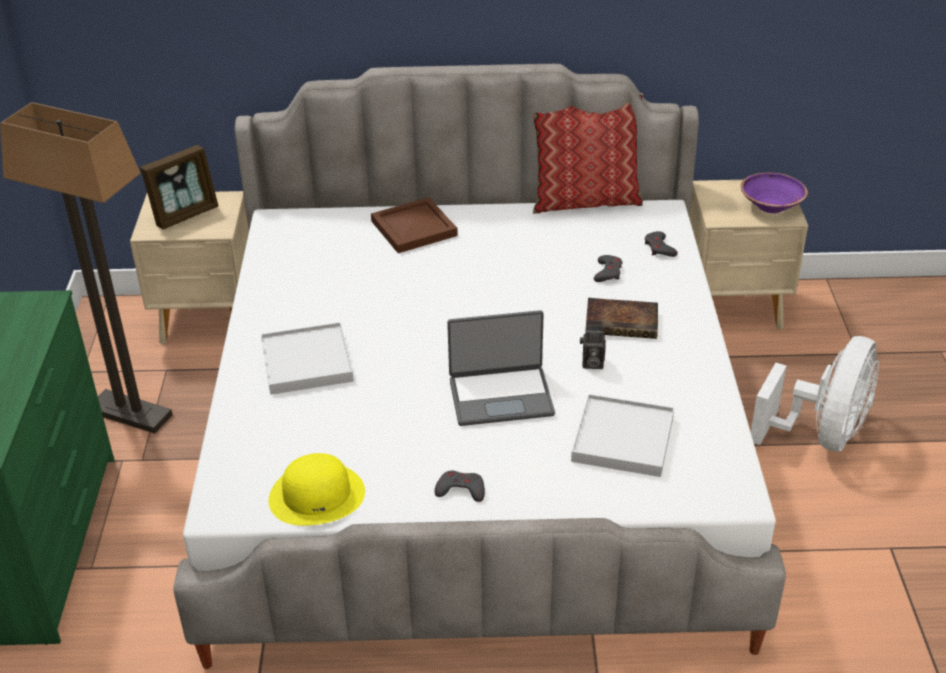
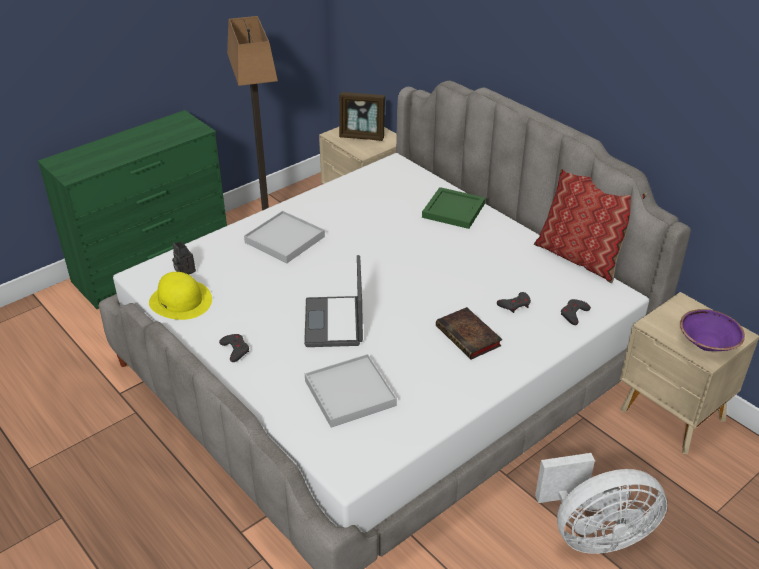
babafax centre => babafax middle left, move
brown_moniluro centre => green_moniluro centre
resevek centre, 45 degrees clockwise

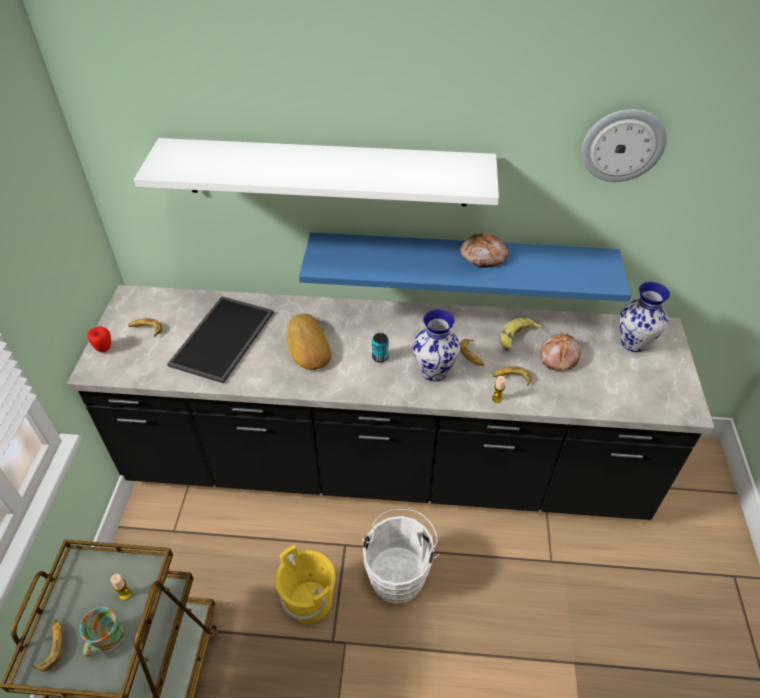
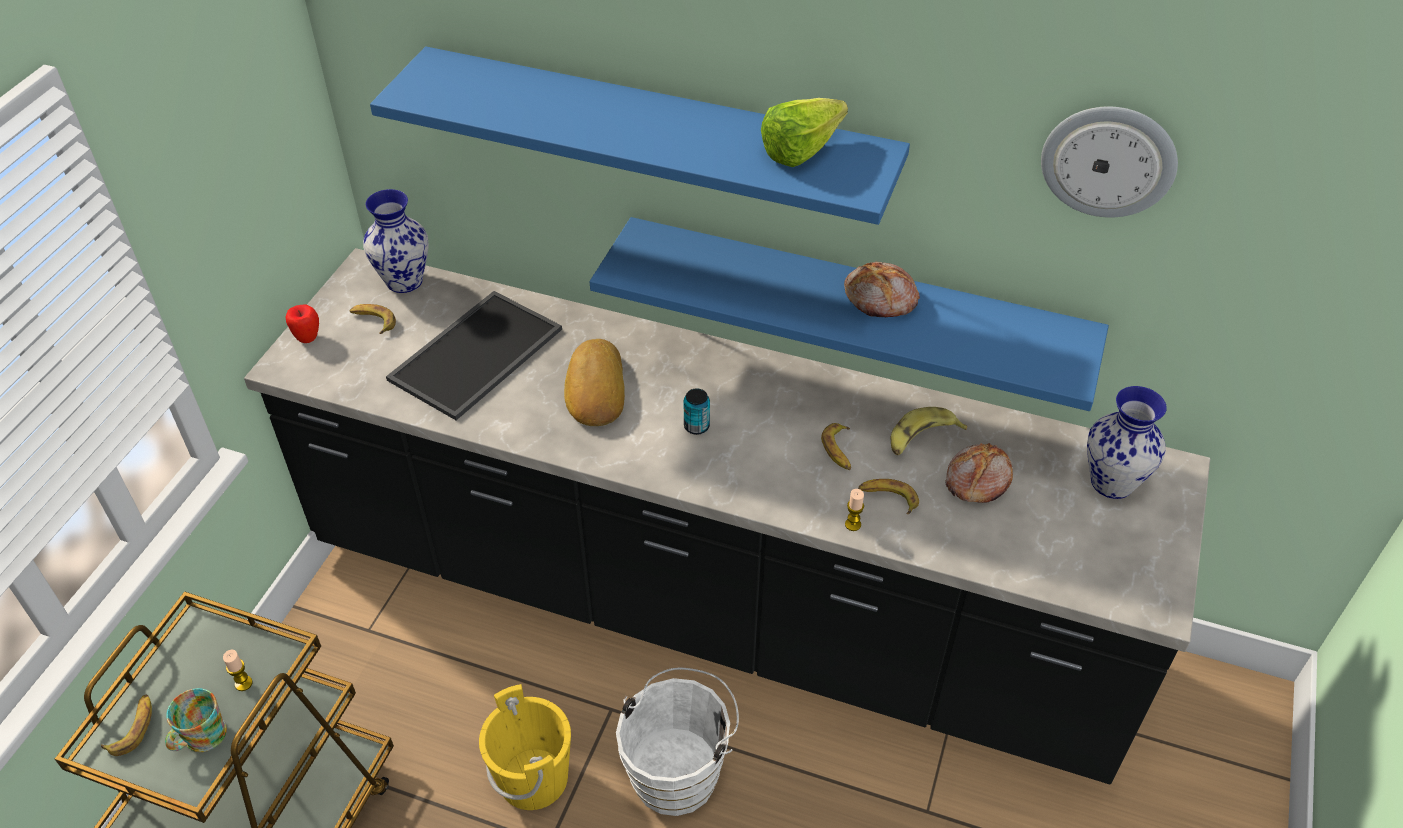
nothing => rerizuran top centre
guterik (1st from left) centre => guterik (1st from left) top left, move
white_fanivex top centre => blue_fanivex (1st from left) top centre

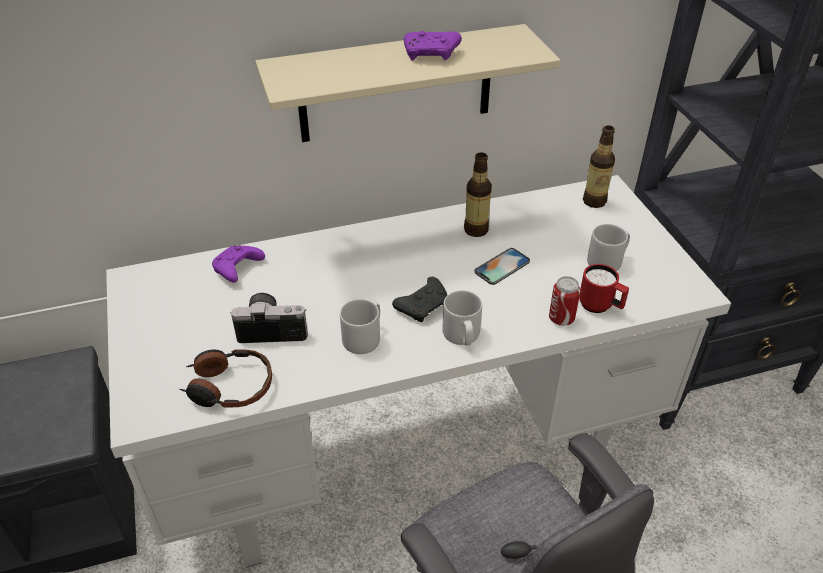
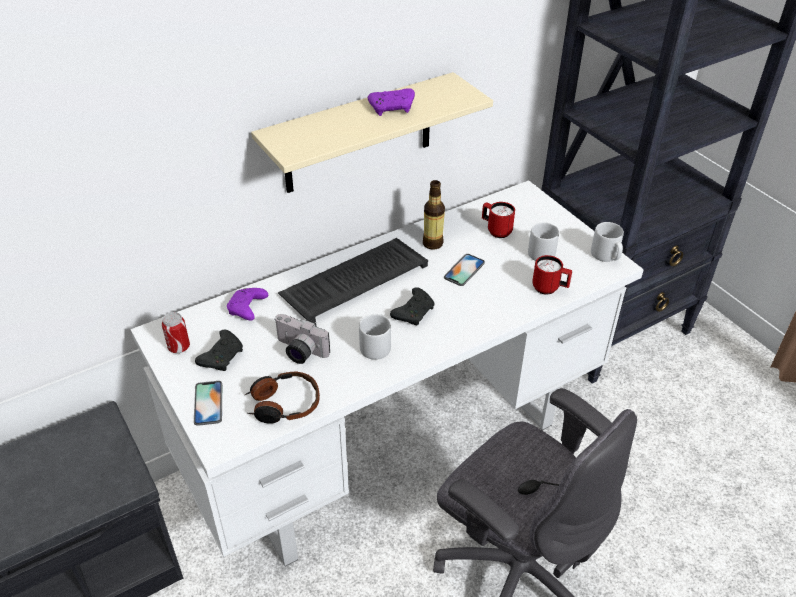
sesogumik (2nd from left) top right => nothing
nothing => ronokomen (1st from left) bottom left
nothing => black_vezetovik (1st from left) middle left
nothing => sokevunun centre
nothing => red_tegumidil (1st from left) centre
grey_tegumidil (2nd from left in the first image) centre => grey_tegumidil (3rd from left) middle right, move
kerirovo middle right => kerirovo middle left, move
babafax middle left => babafax centre, 135 degrees counterclockwise

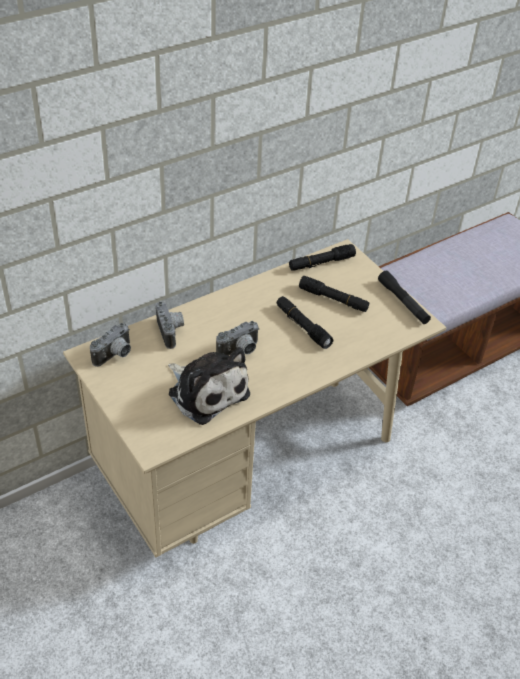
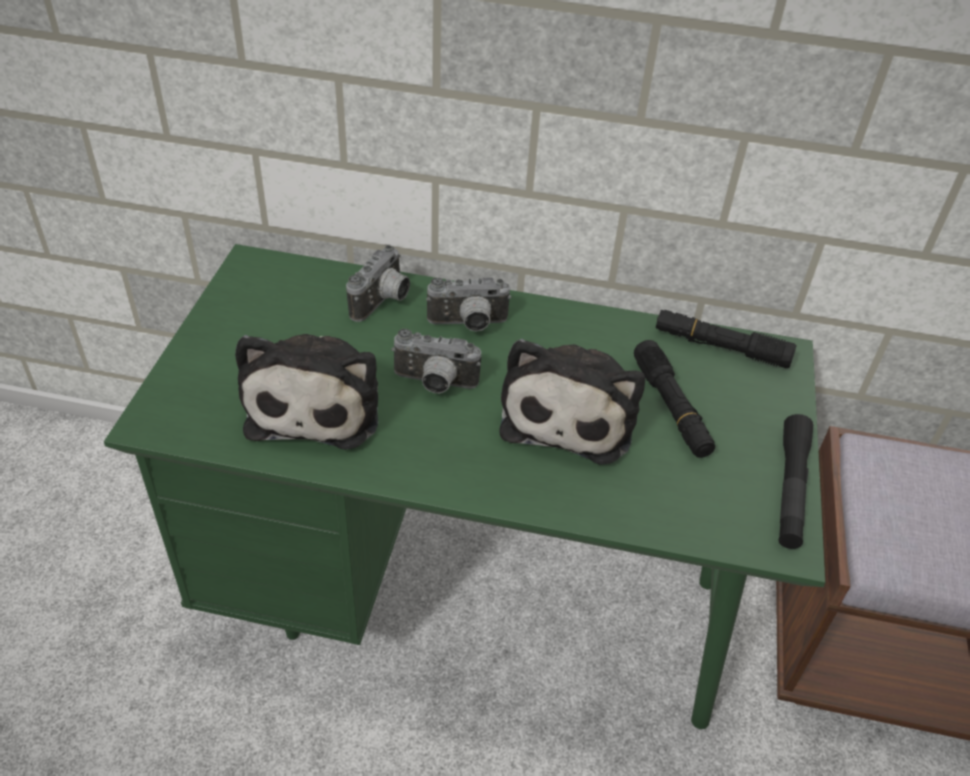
babafax (1st from left in the first image) middle left => babafax (3rd from left) centre, move
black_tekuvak (1st from left) centre => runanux (2nd from left) centre
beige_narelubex centre => green_narelubex centre

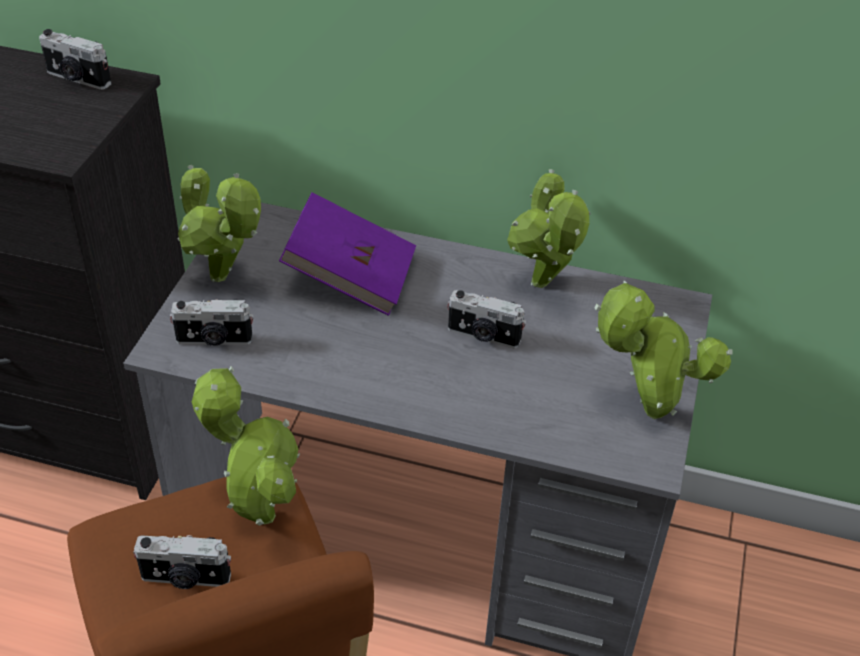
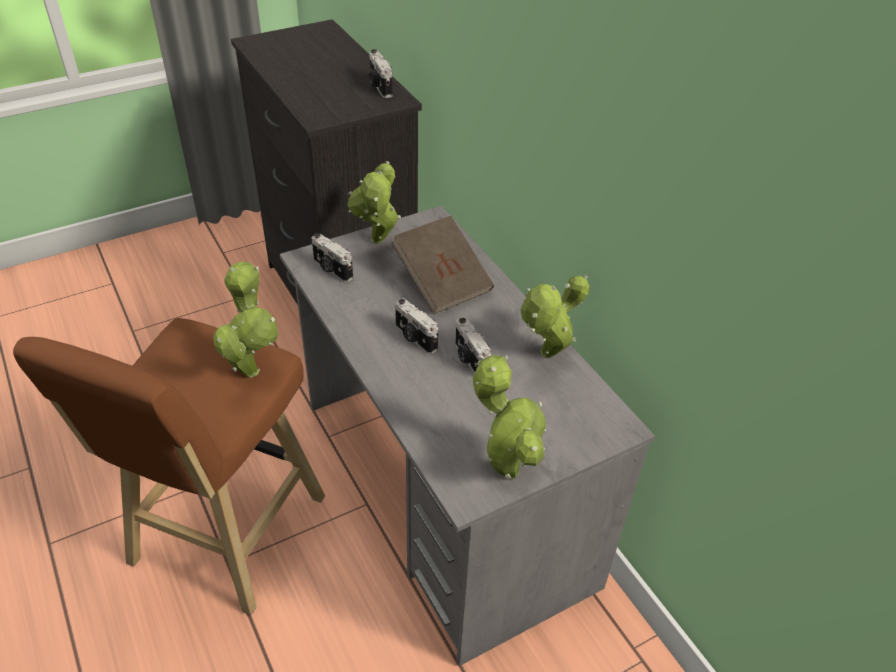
babafax (2nd from left in the first image) bottom left => babafax (3rd from left) centre, move
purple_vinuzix centre => brown_vinuzix centre

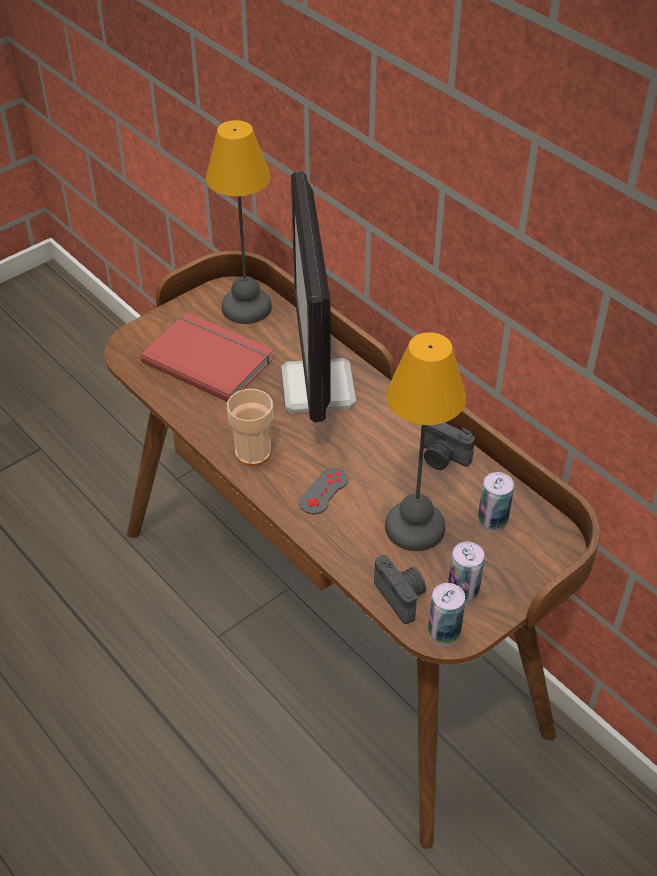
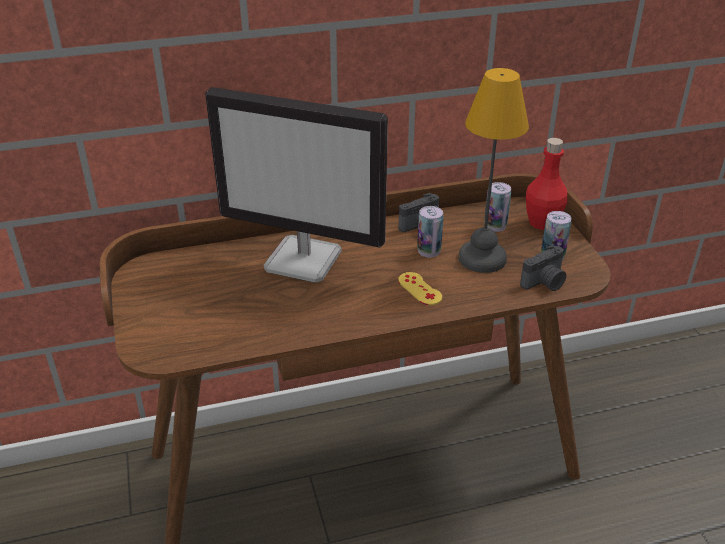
red_vinuzix middle left => nothing
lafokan (1st from left) top centre => nothing
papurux centre => nothing
nothing => red_sesogumik middle right
kerirovo (1st from left) bottom right => kerirovo (1st from left) centre, move
grey_vezetovik centre => yellow_vezetovik centre
babafax (1st from left in the first image) bottom centre => babafax (2nd from left) middle right, 150 degrees clockwise

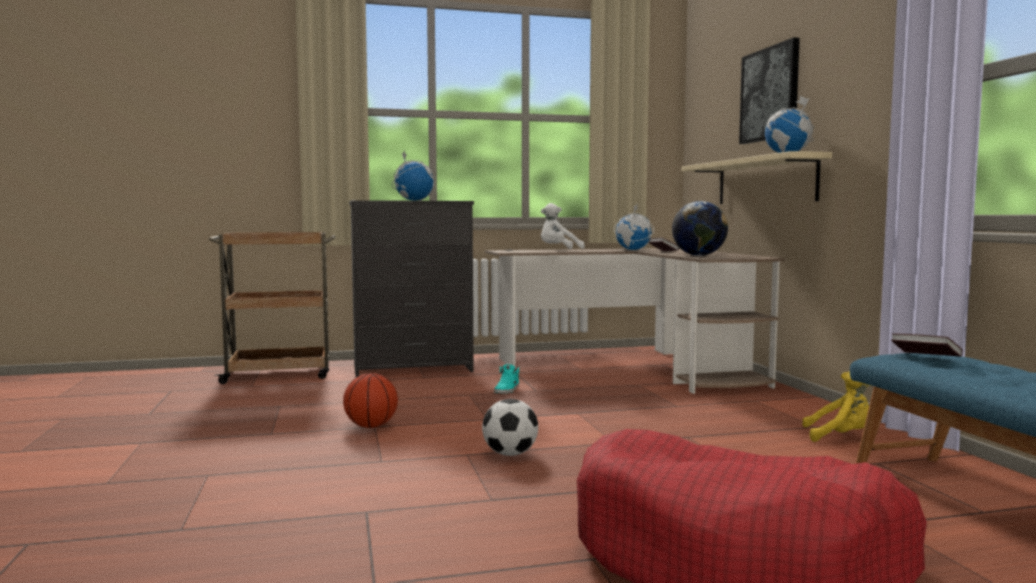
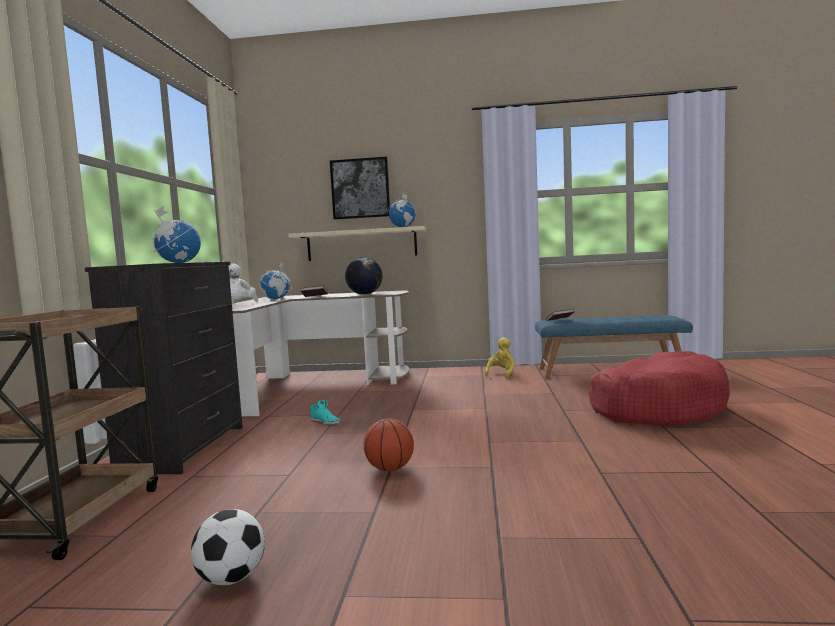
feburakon bottom centre => feburakon bottom left, move

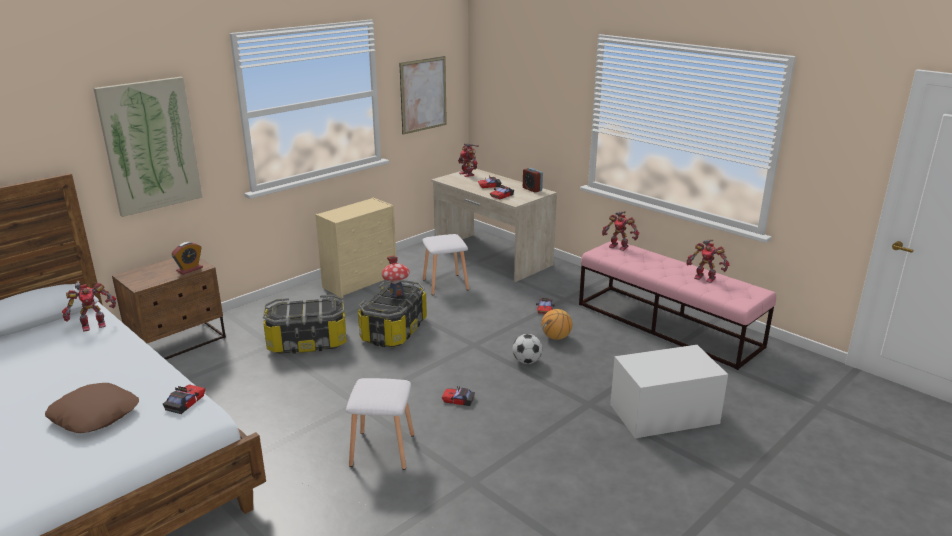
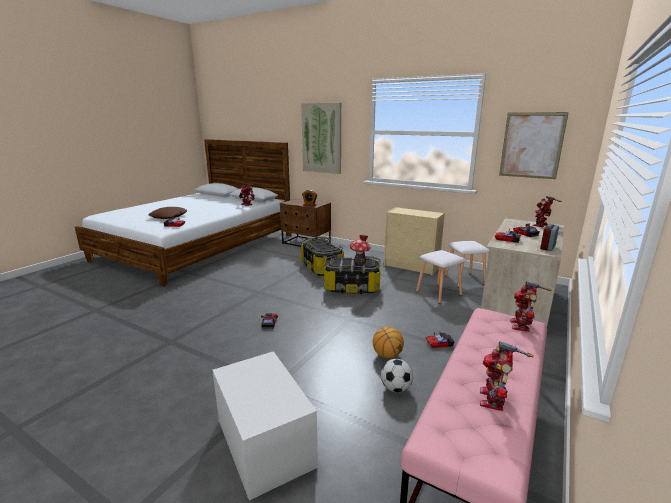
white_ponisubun (1st from left in the first image) bottom centre => white_ponisubun (2nd from left) middle right, move
feburakon centre => feburakon bottom centre, move

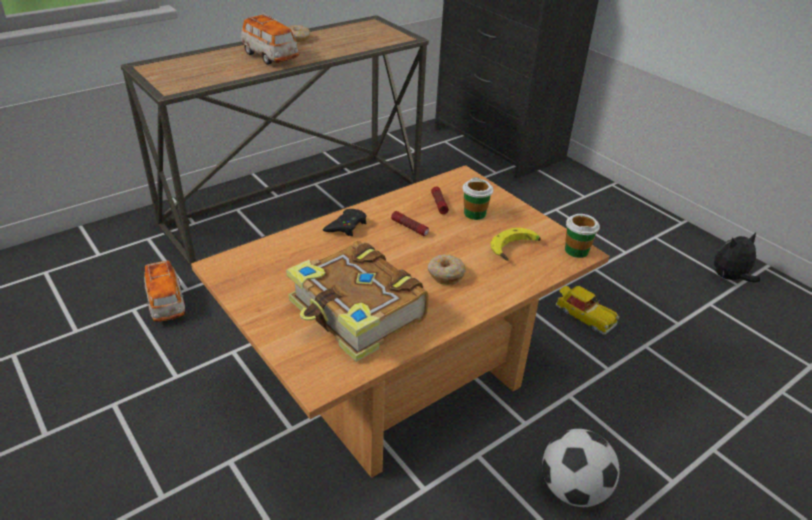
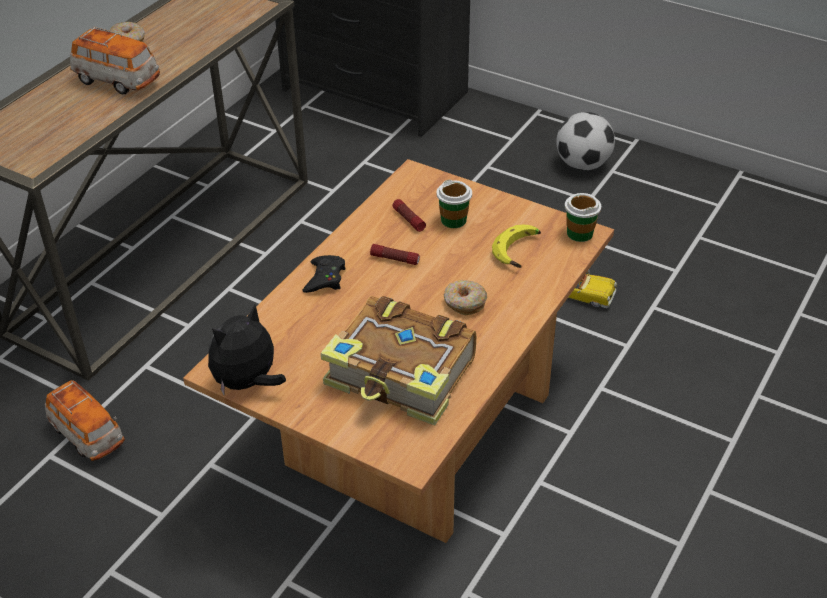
feburakon bottom right => feburakon top right, move
runanux middle right => runanux middle left, move

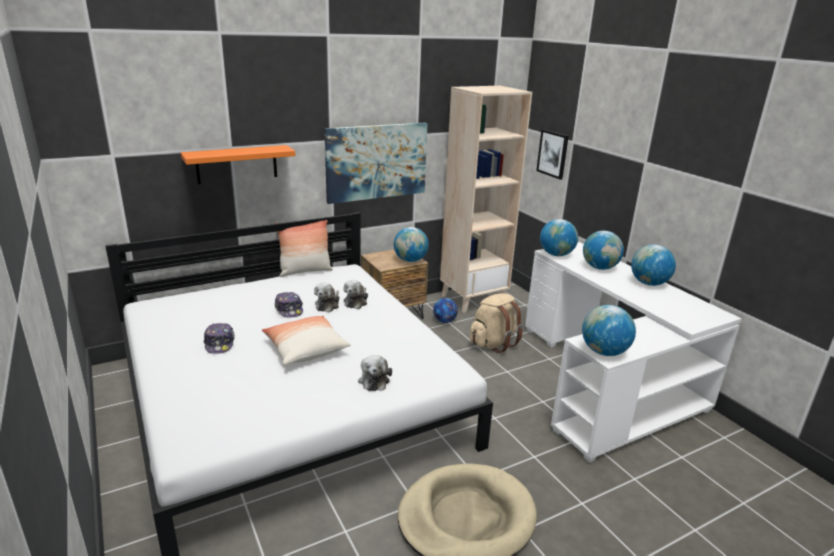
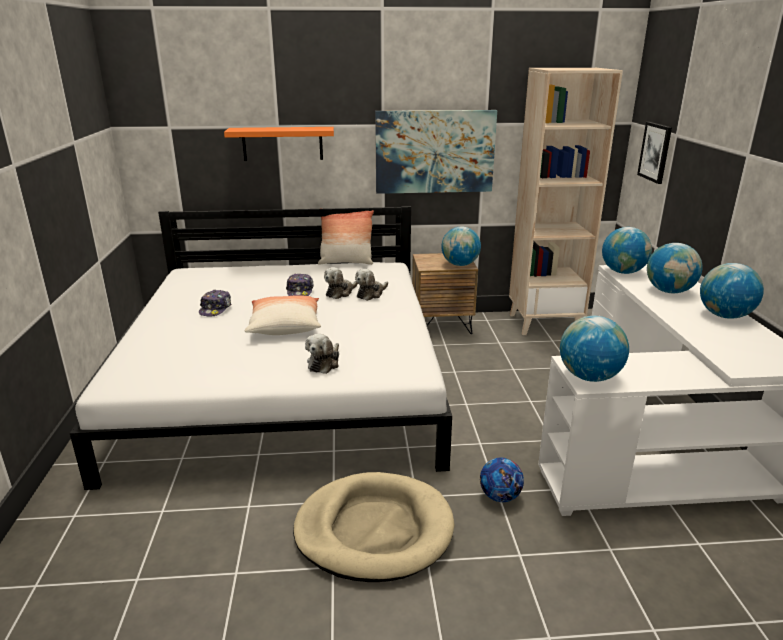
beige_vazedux centre => nothing
feburakon centre => feburakon bottom centre, move

